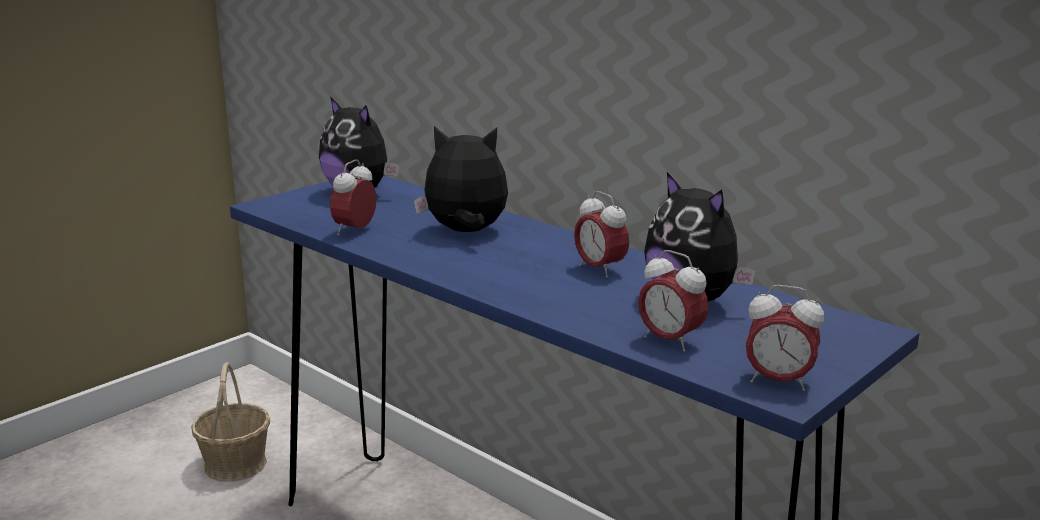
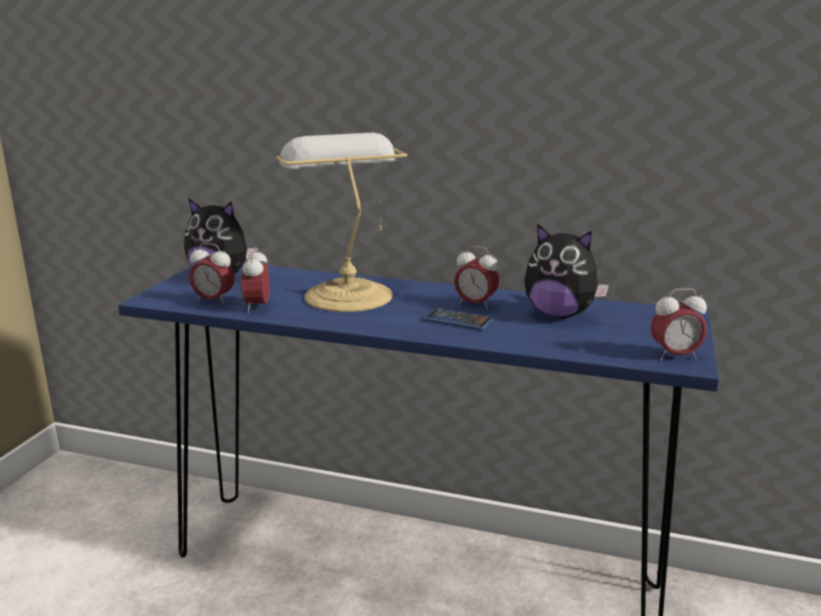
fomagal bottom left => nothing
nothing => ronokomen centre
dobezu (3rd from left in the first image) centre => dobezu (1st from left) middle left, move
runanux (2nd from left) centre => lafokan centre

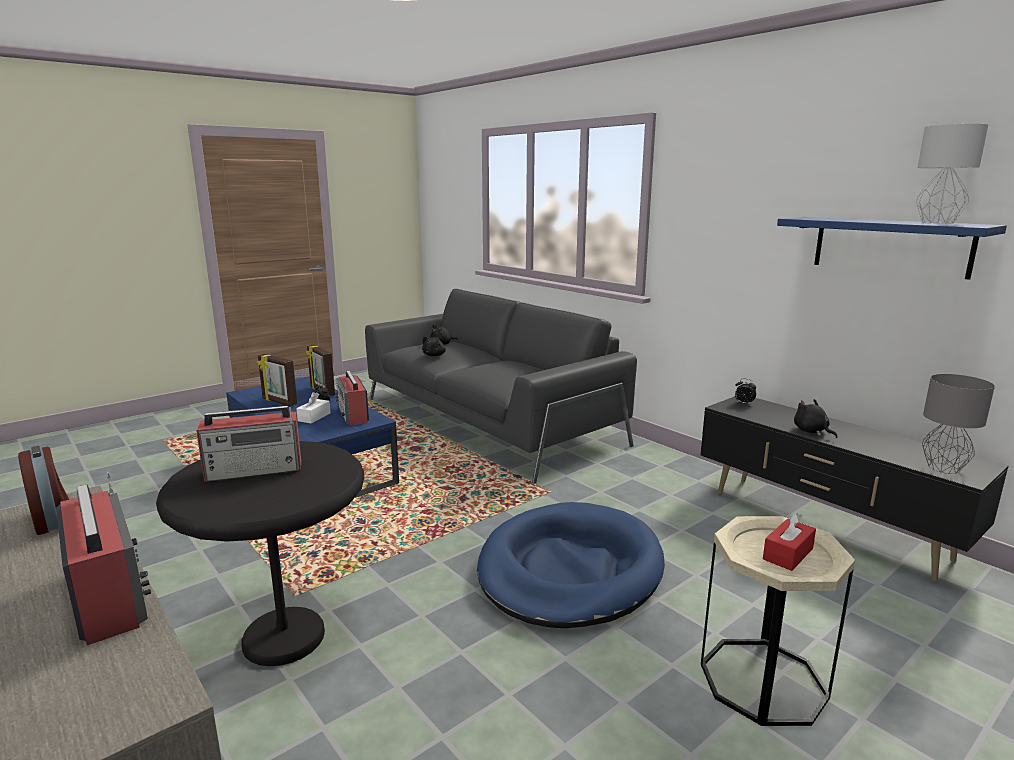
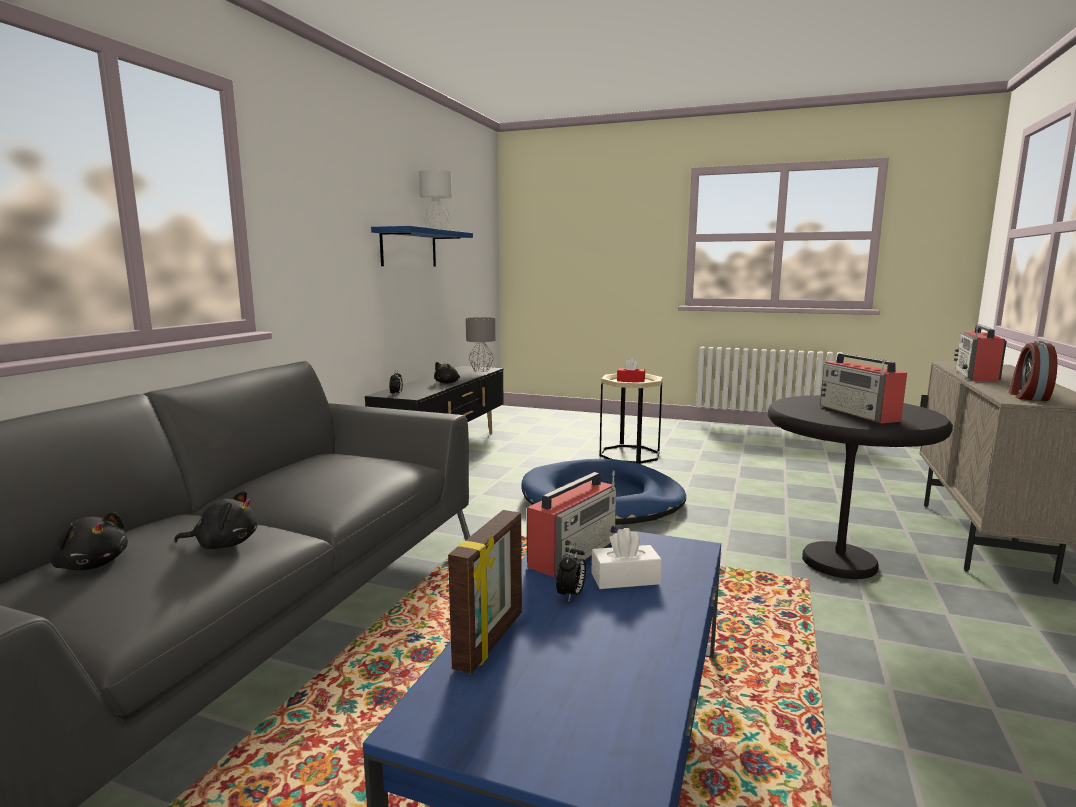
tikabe (1st from left) middle left => nothing
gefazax (2nd from left) middle left => gefazax (2nd from left) middle right, 150 degrees counterclockwise

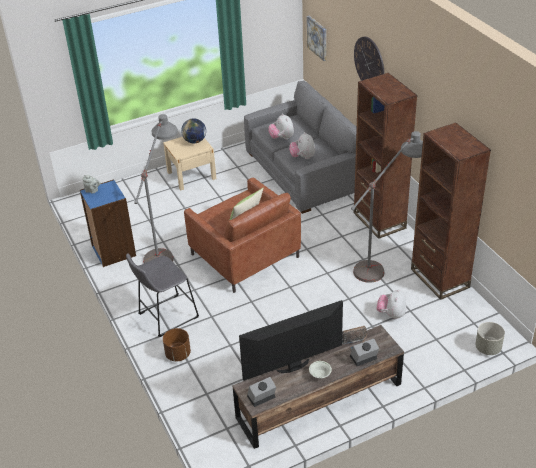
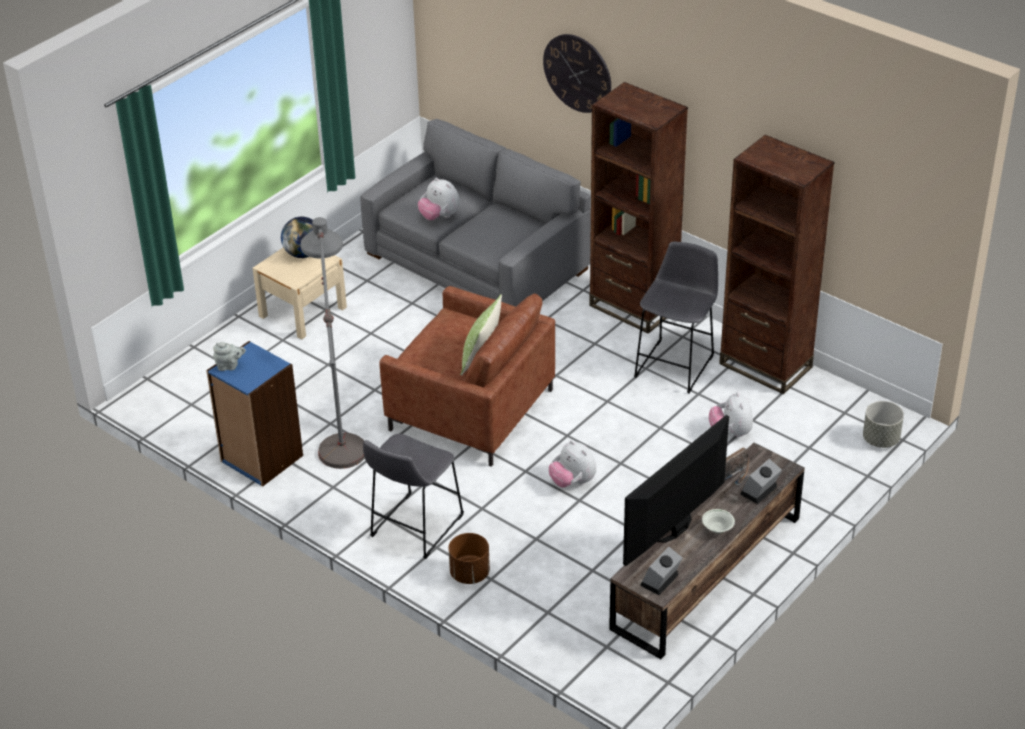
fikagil top centre => nothing
runanux (2nd from left) top centre => runanux (2nd from left) centre, move
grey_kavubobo (2nd from left) middle right => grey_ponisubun (2nd from left) centre

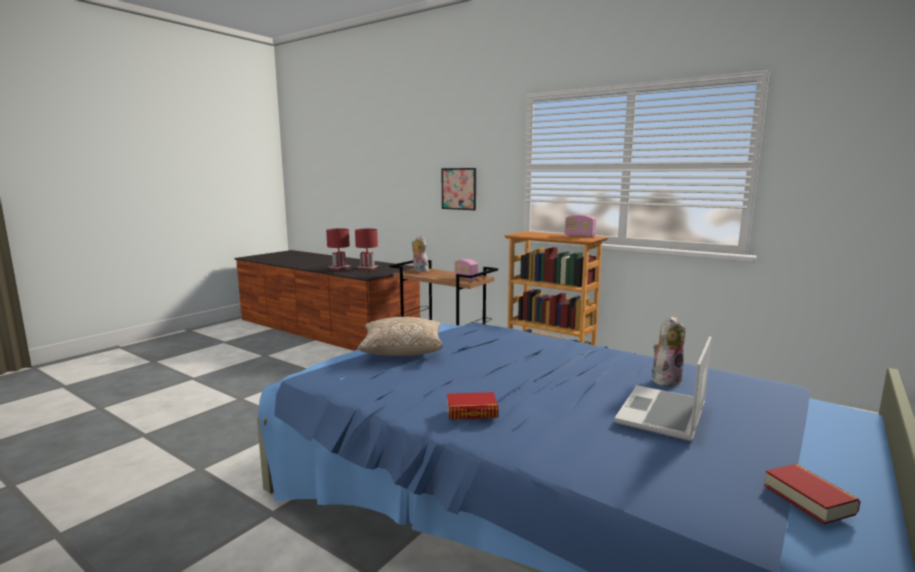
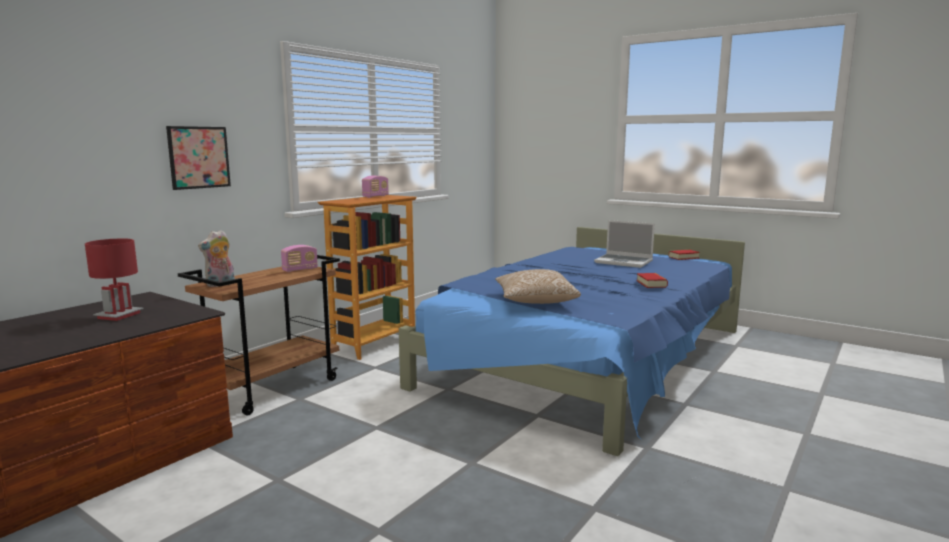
red_lafokan (1st from left) centre => nothing
runanux (2nd from left) middle right => nothing

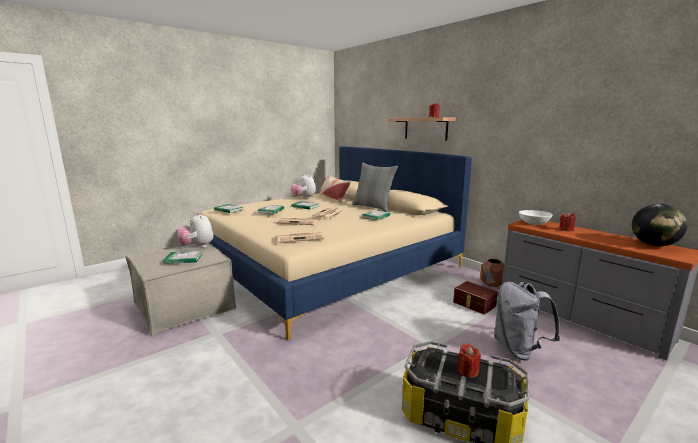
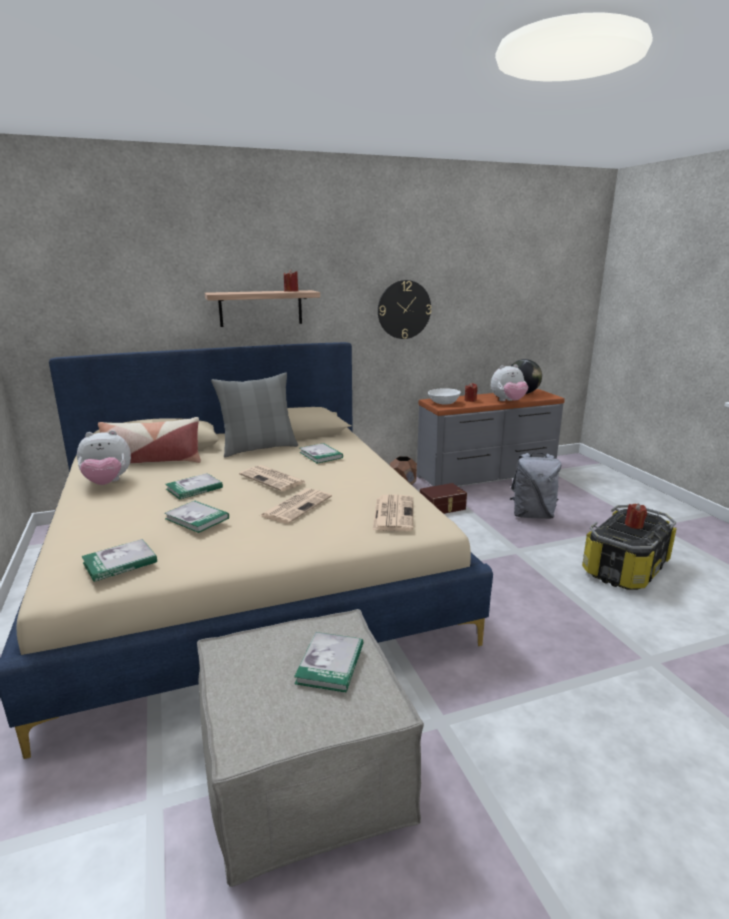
nothing => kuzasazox centre
runanux (1st from left in the first image) middle left => runanux (2nd from left) middle right, move

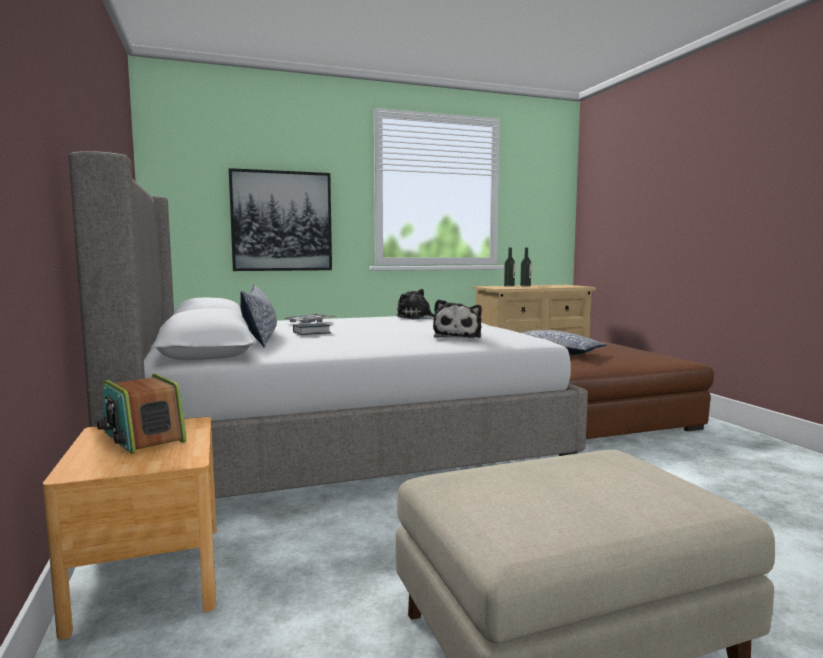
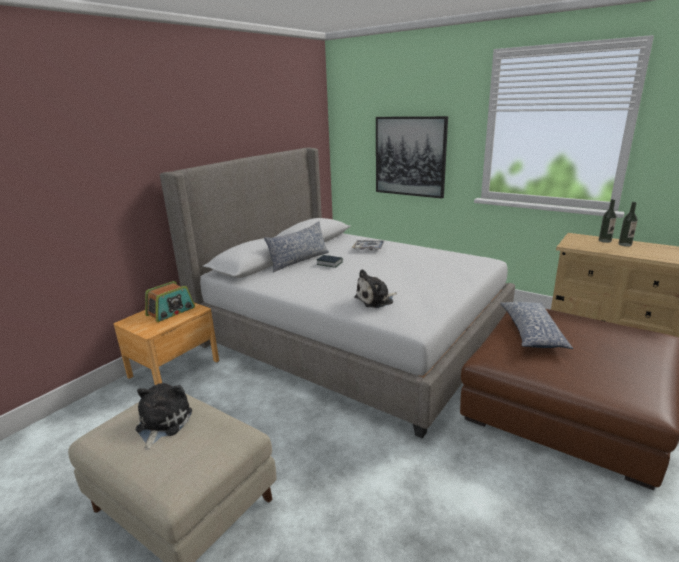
runanux (1st from left) centre => runanux (1st from left) bottom left, move
gefazax middle left, 150 degrees counterclockwise

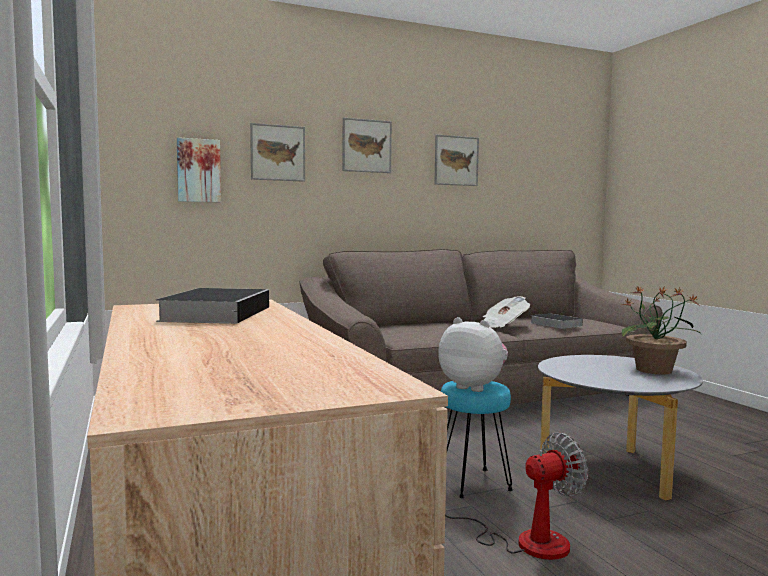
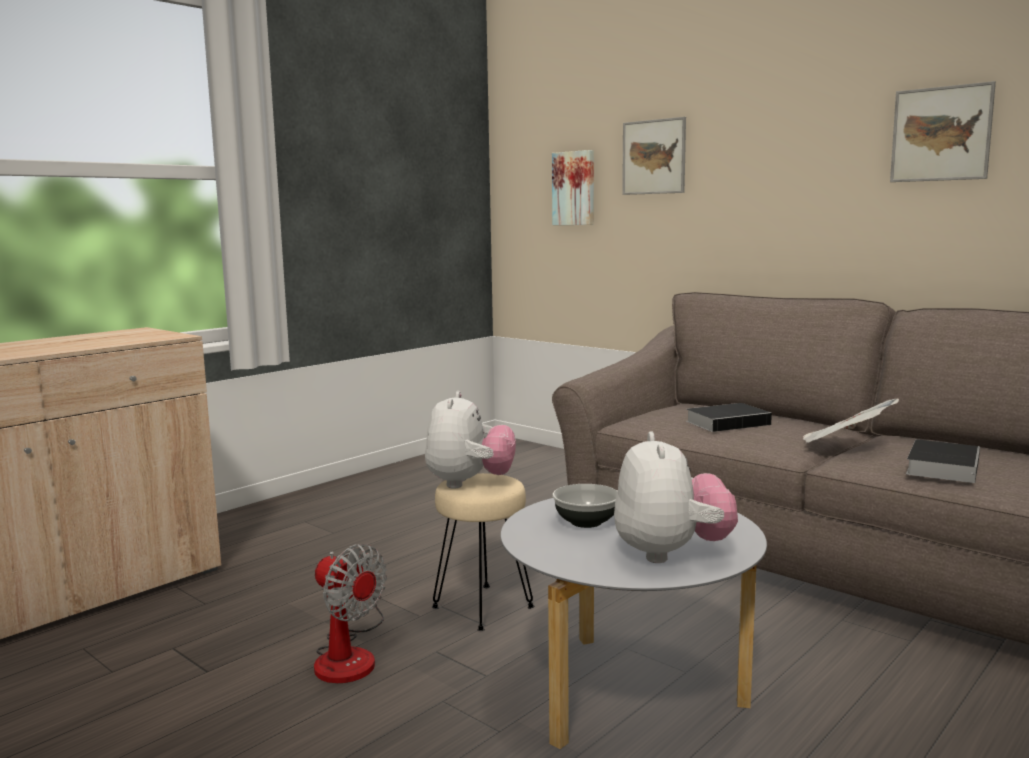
fikagil (3rd from left) top centre => nothing
nothing => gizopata bottom centre
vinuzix (1st from left) middle left => vinuzix (1st from left) middle right, move
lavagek middle right => runanux (2nd from left) centre
turquoise_ponisubun bottom centre => beige_ponisubun bottom centre

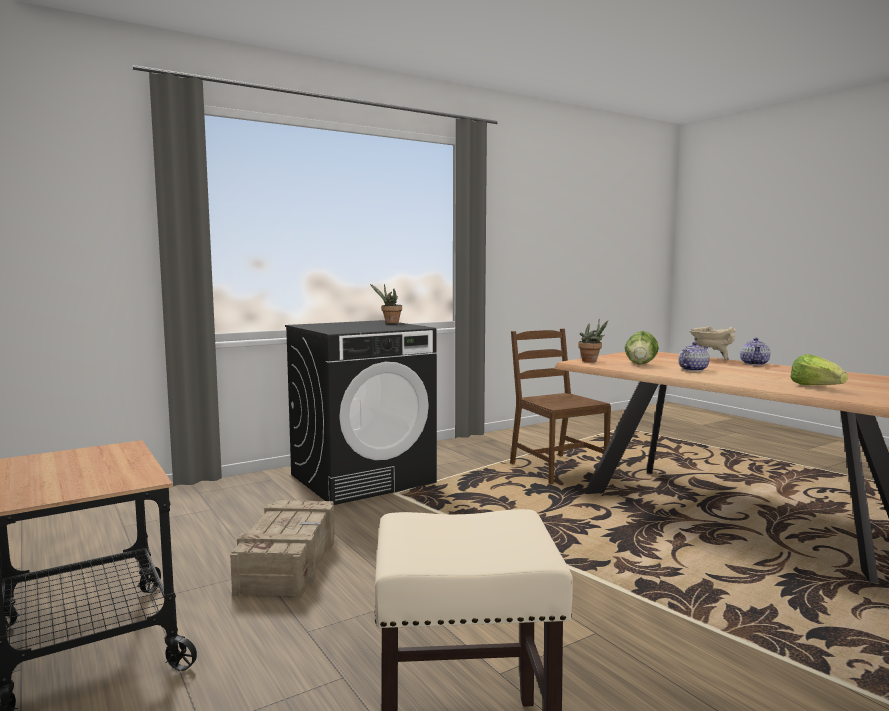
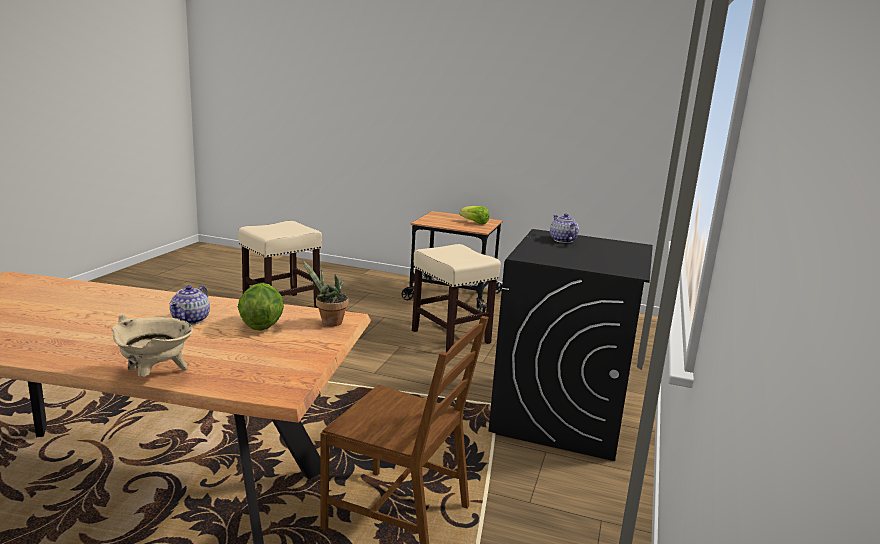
lavagek (1st from left) centre => nothing
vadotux (2nd from left) middle right => vadotux (2nd from left) centre, move
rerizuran (2nd from left) middle right => rerizuran (2nd from left) centre, move
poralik bottom left => beige_ponisubun (2nd from left) centre

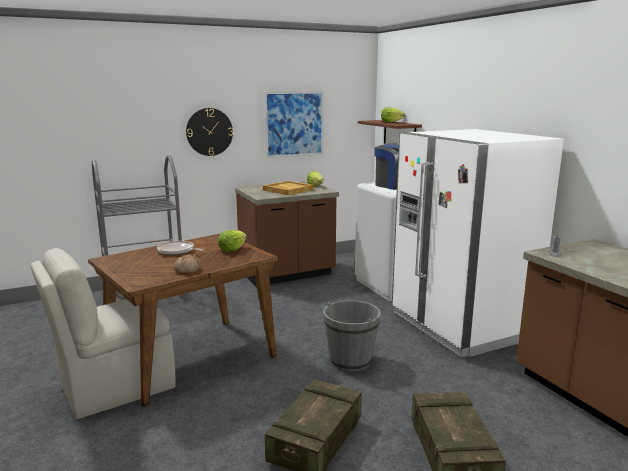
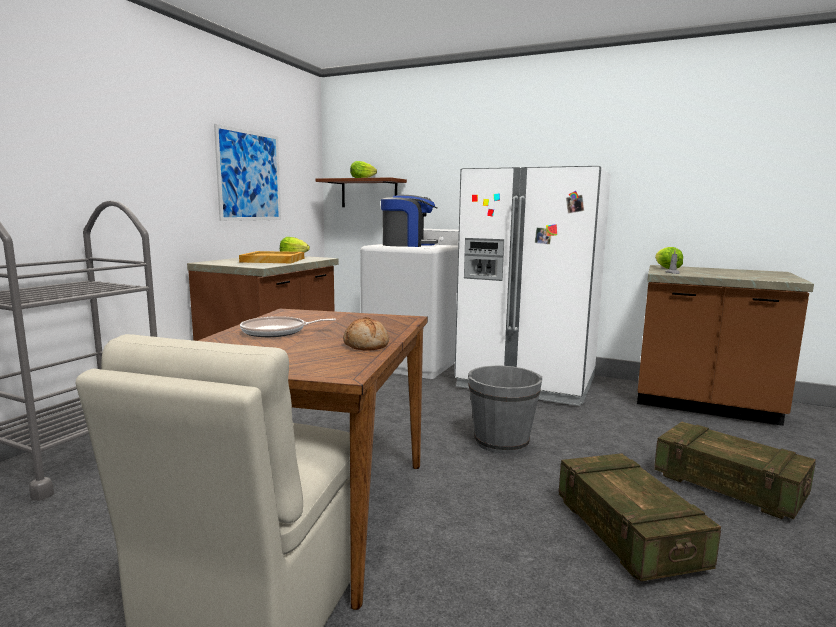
kuzasazox top left => nothing
rerizuran (1st from left in the first image) centre => rerizuran (3rd from left) middle right, move

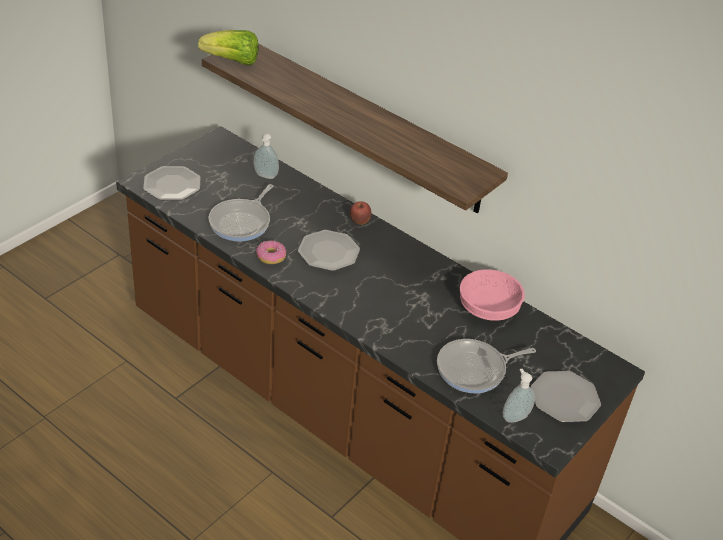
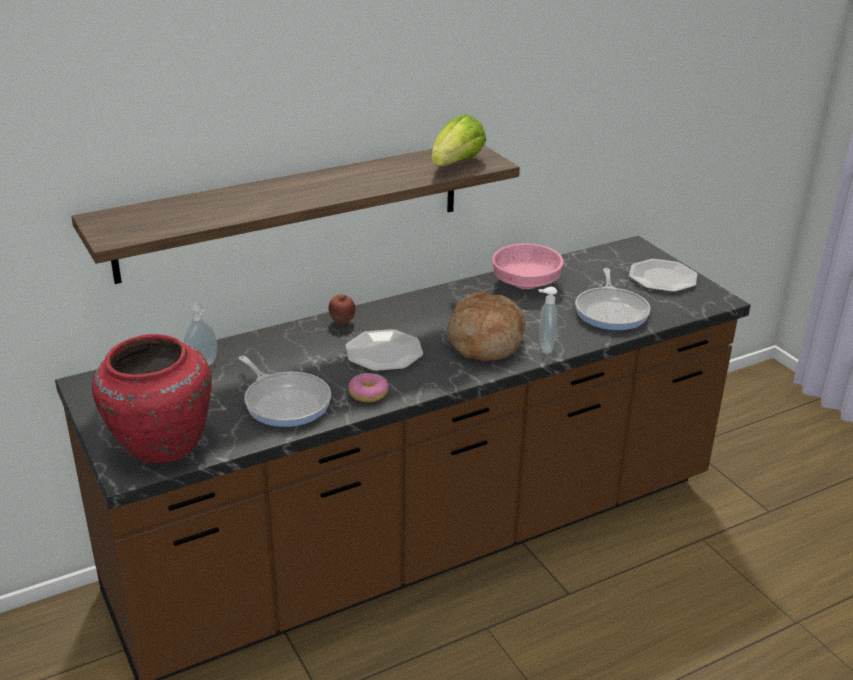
nothing => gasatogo centre
rerizuran top left => rerizuran top centre, move
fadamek (2nd from left) bottom right => fadamek (2nd from left) centre, move
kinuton (1st from left) middle left => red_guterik middle left

